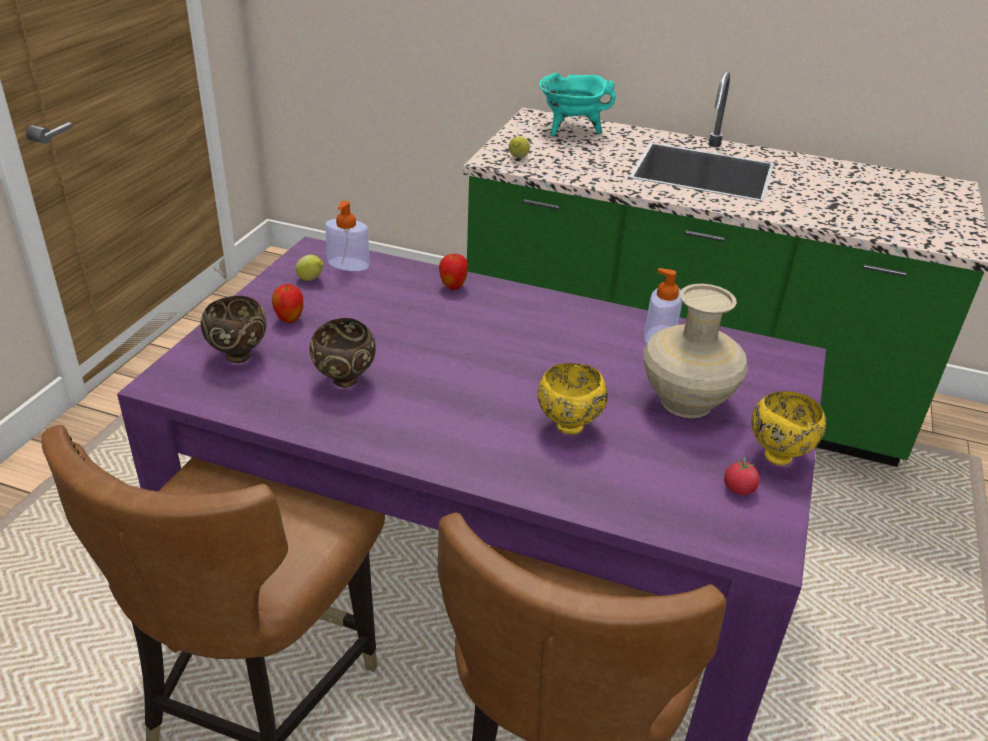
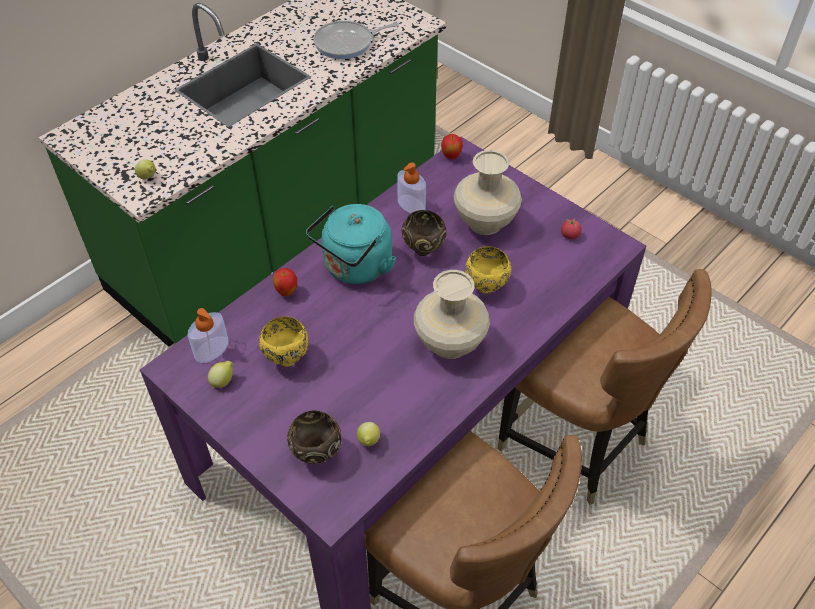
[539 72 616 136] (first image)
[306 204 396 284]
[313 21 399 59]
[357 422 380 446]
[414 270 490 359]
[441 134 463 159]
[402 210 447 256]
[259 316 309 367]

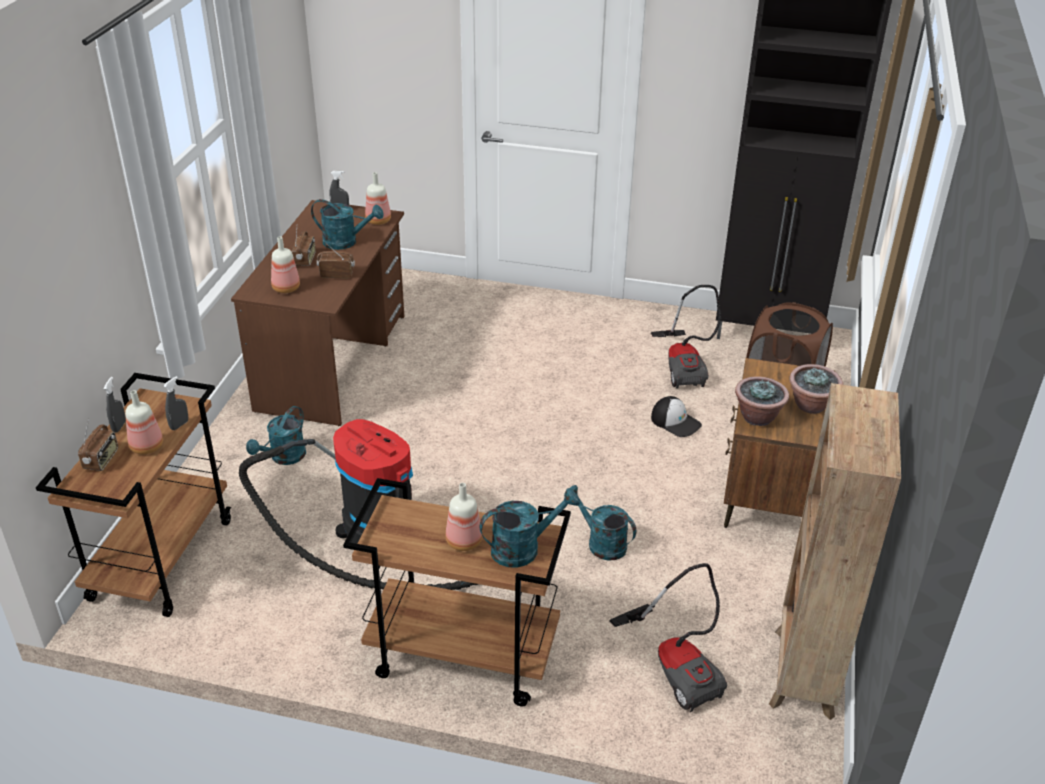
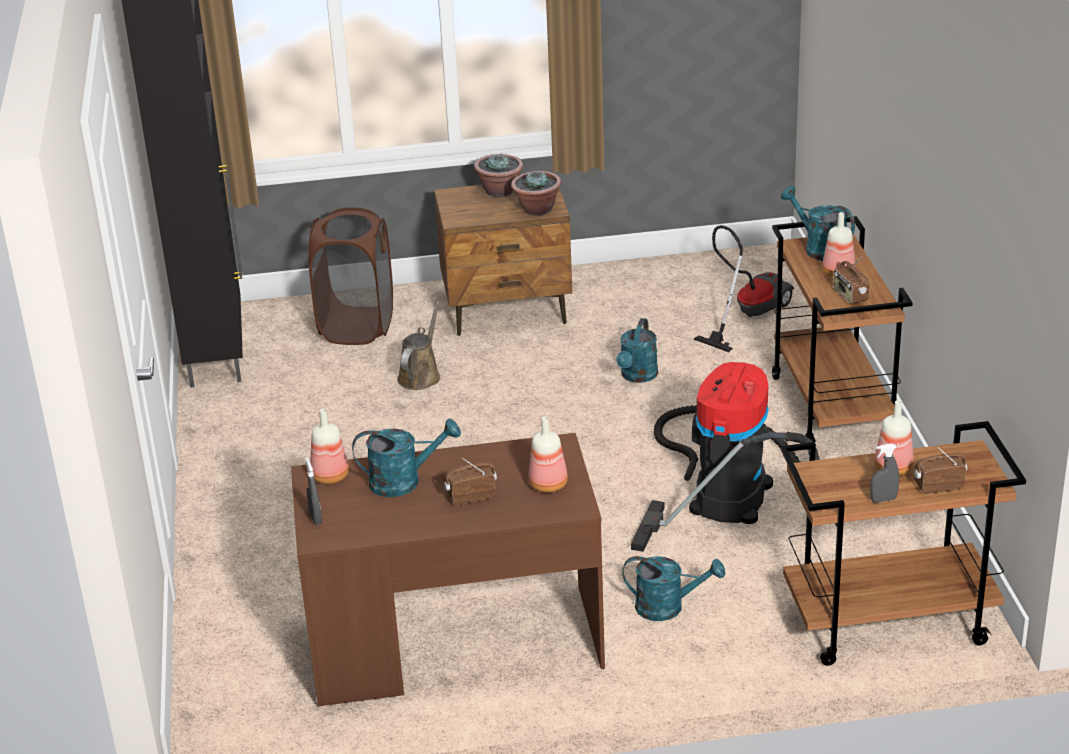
[164 376 188 430] (first image)
[651 285 721 389] (first image)
[769 383 901 720] (first image)
[833 257 870 304]
[397 301 441 390]
[352 418 461 497]

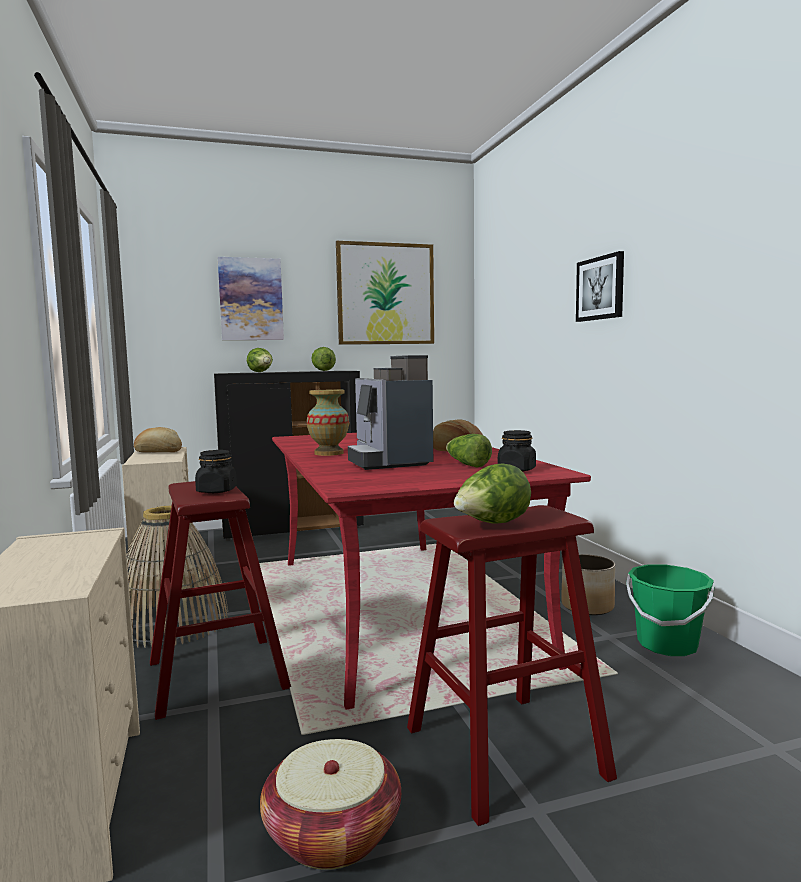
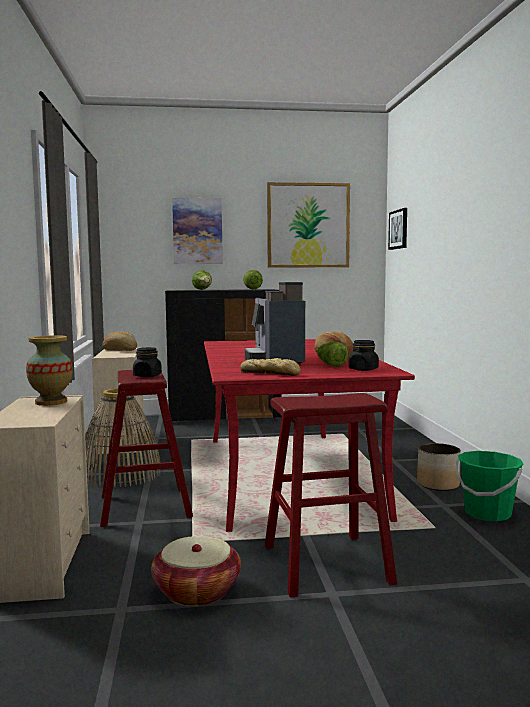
[454 464 531 524] (first image)
[240 358 301 376]
[26 335 73 406]
[388 208 407 250]

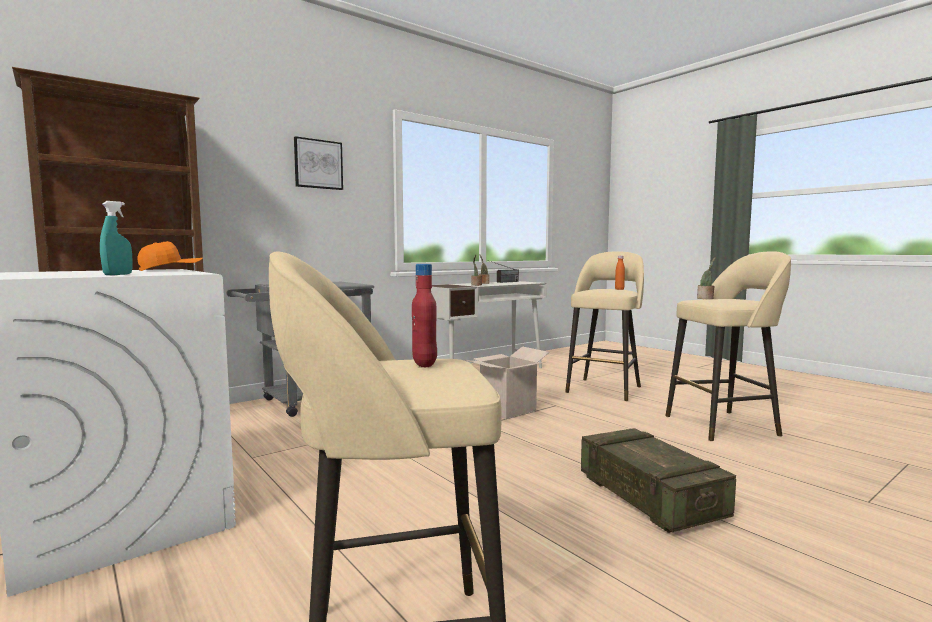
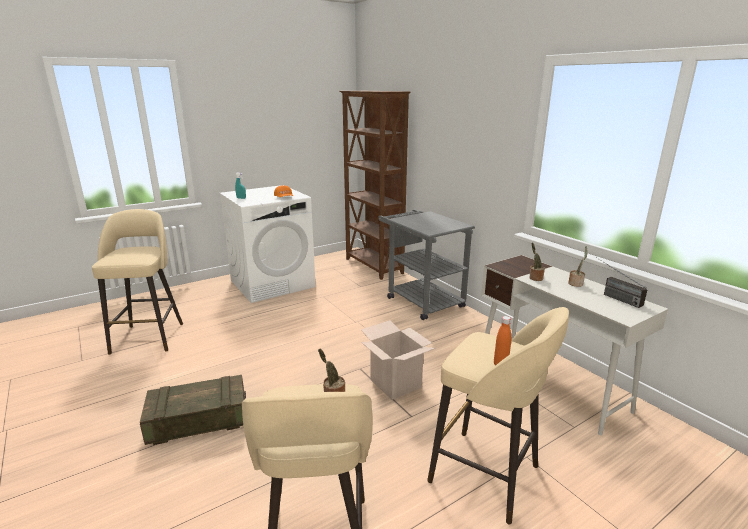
[294 136 343 190] (first image)
[412 264 437 367] (first image)

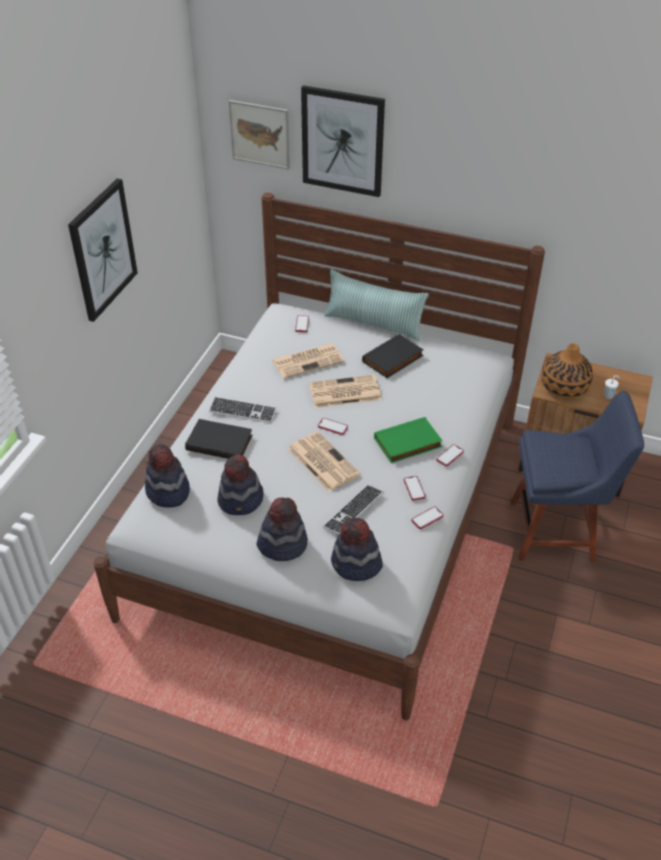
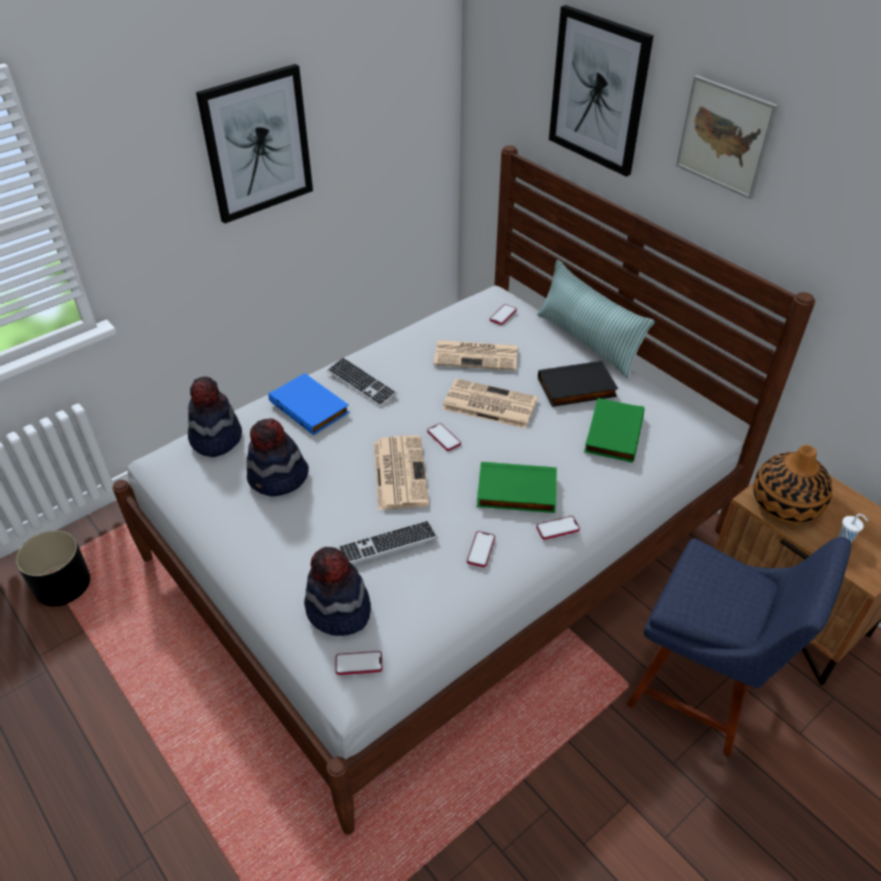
[256 497 308 561] (first image)
[16 530 90 607]
[584 398 644 463]
[676 75 778 199]
[335 651 383 675]
[268 373 350 435]

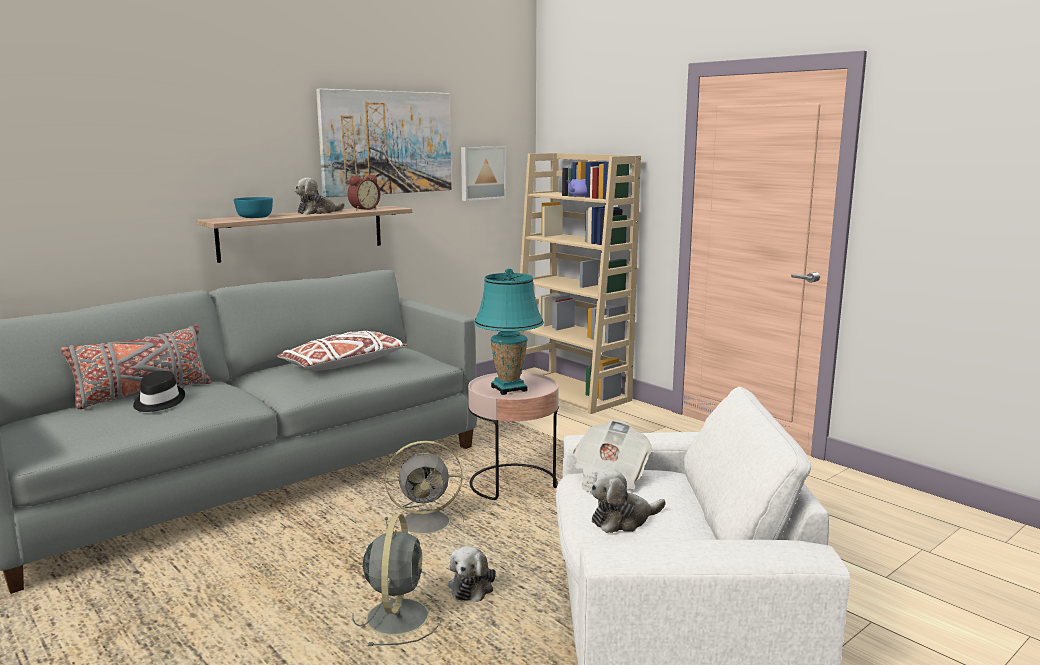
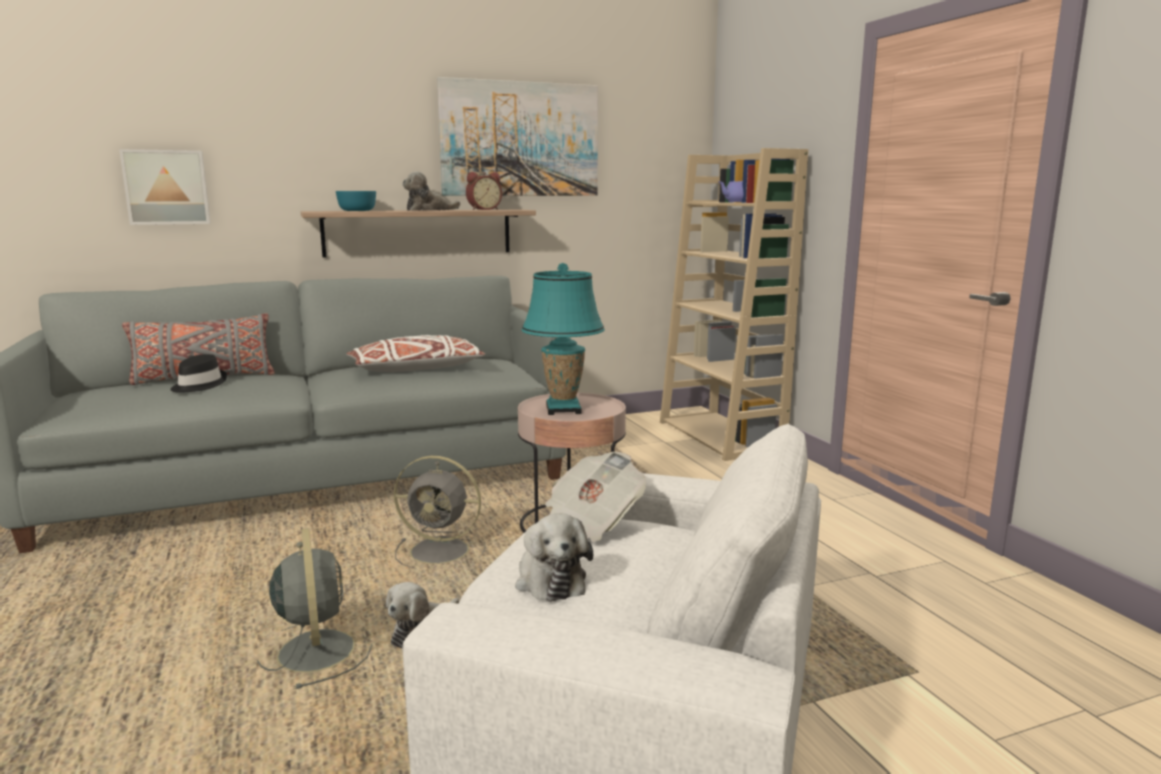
[119 149 211 225]
[257 528 372 689]
[515 514 593 602]

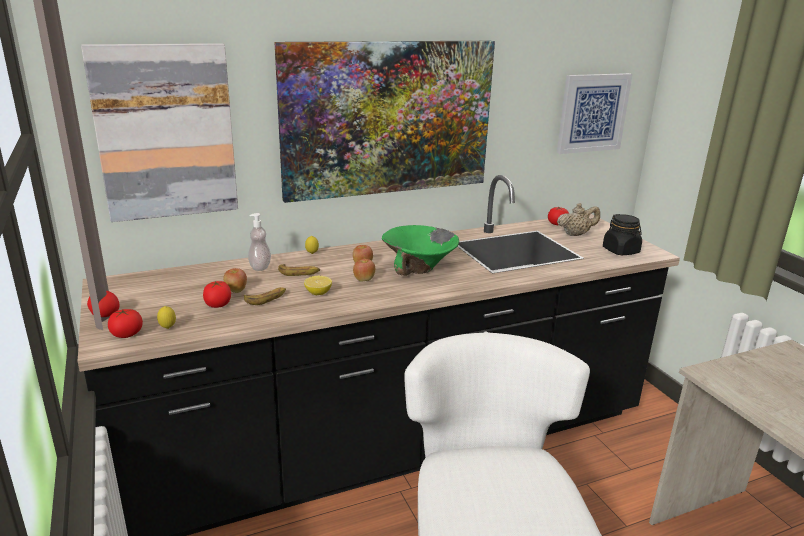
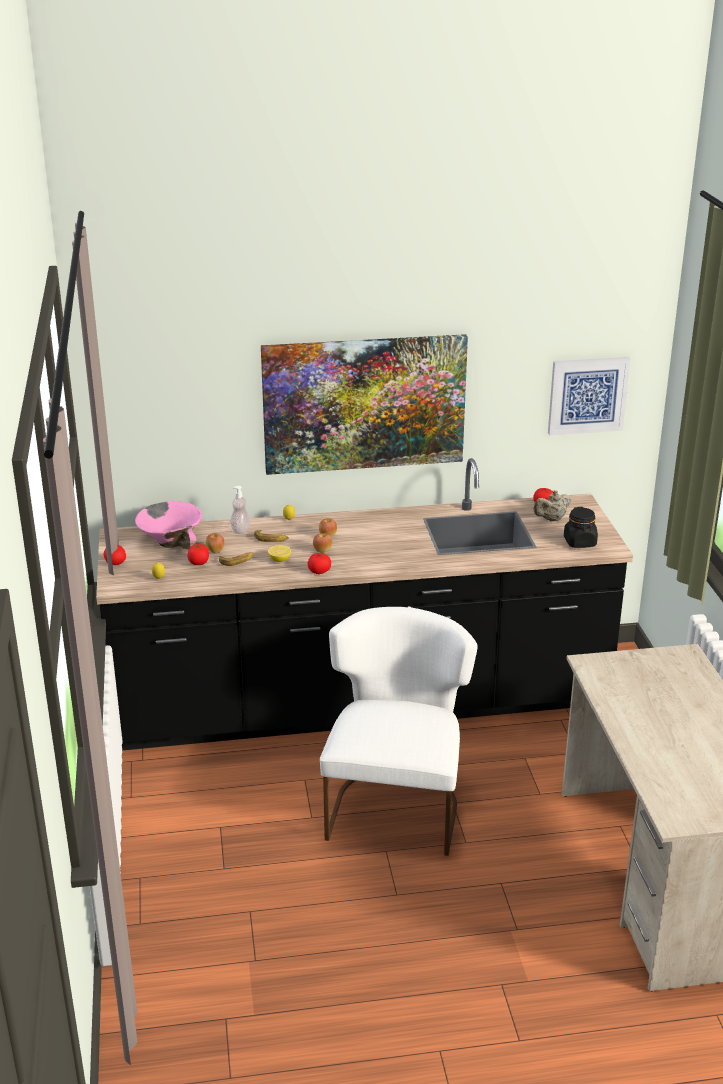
[81 43 238 222] (first image)
[382 225 459 276] (first image)
[135 501 202 549]
[308 553 331 574]
[533 490 572 521]

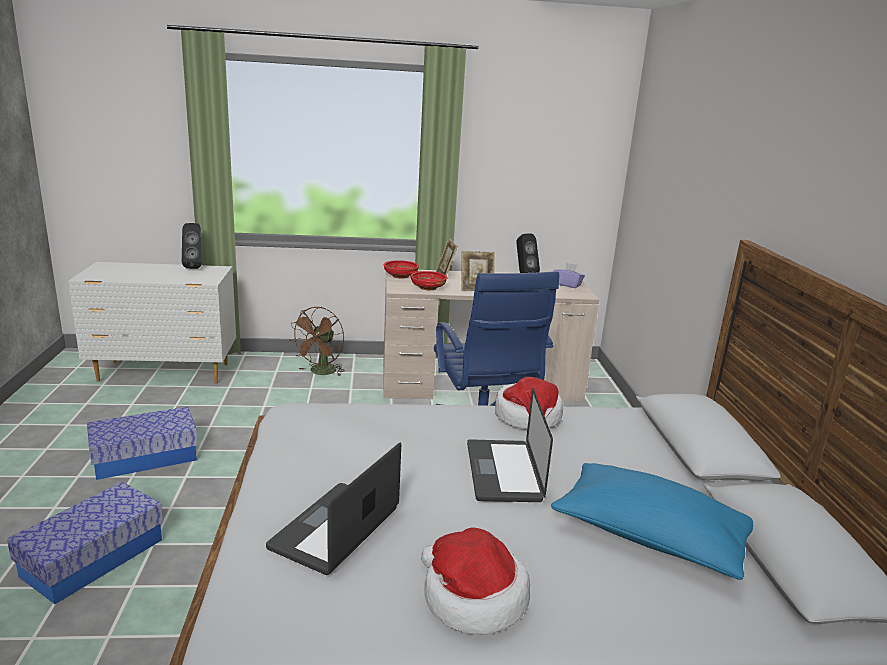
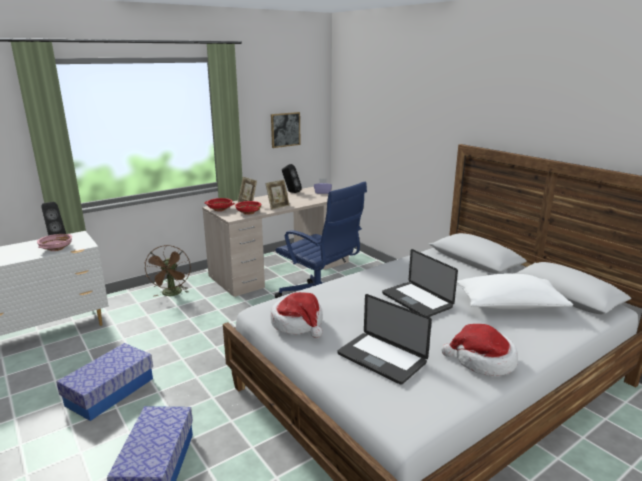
[37 234 72 251]
[271 112 301 148]
[271 292 323 338]
[457 274 573 310]
[338 294 432 385]

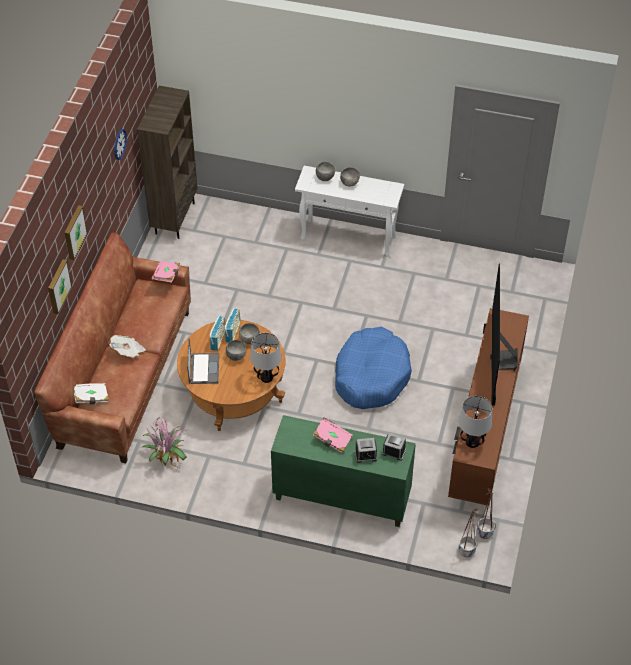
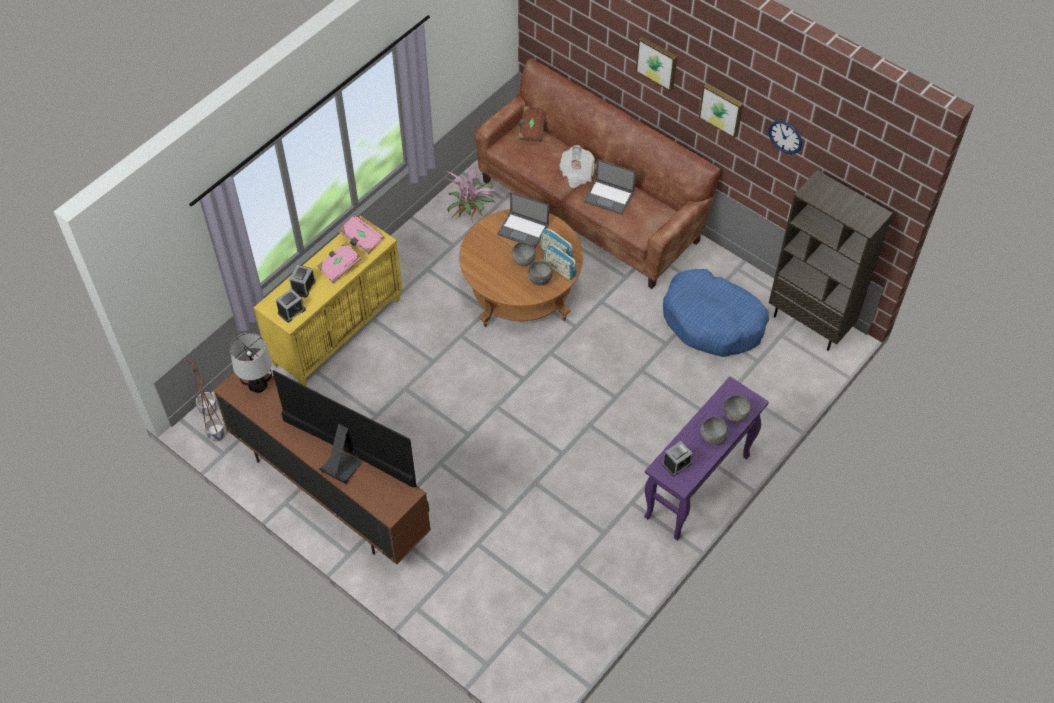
[250 333 282 383] (first image)
[584 159 636 215]
[662 441 693 476]
[699 83 743 138]
[339 214 384 255]
[663 269 769 357]
[518 106 546 142]
[253 216 403 386]
[644 377 769 540]

